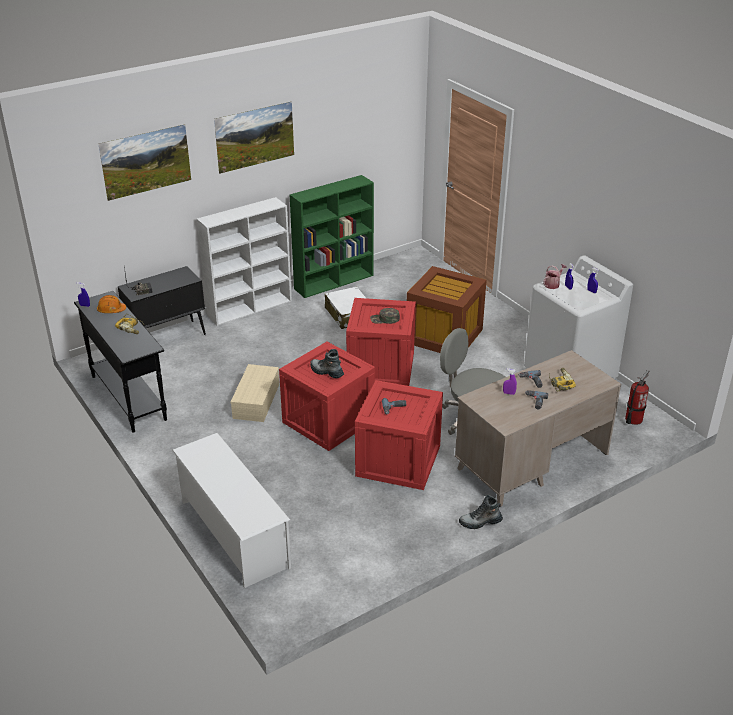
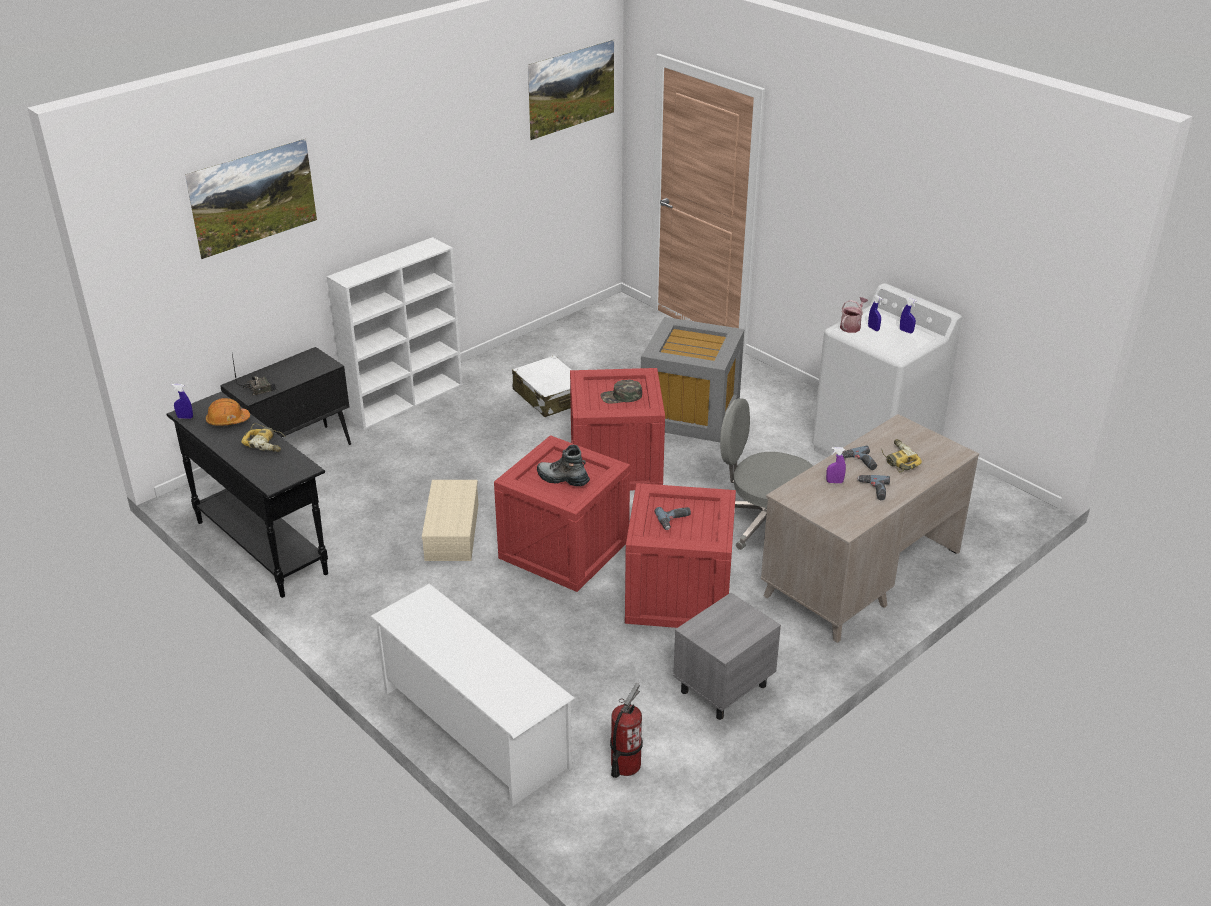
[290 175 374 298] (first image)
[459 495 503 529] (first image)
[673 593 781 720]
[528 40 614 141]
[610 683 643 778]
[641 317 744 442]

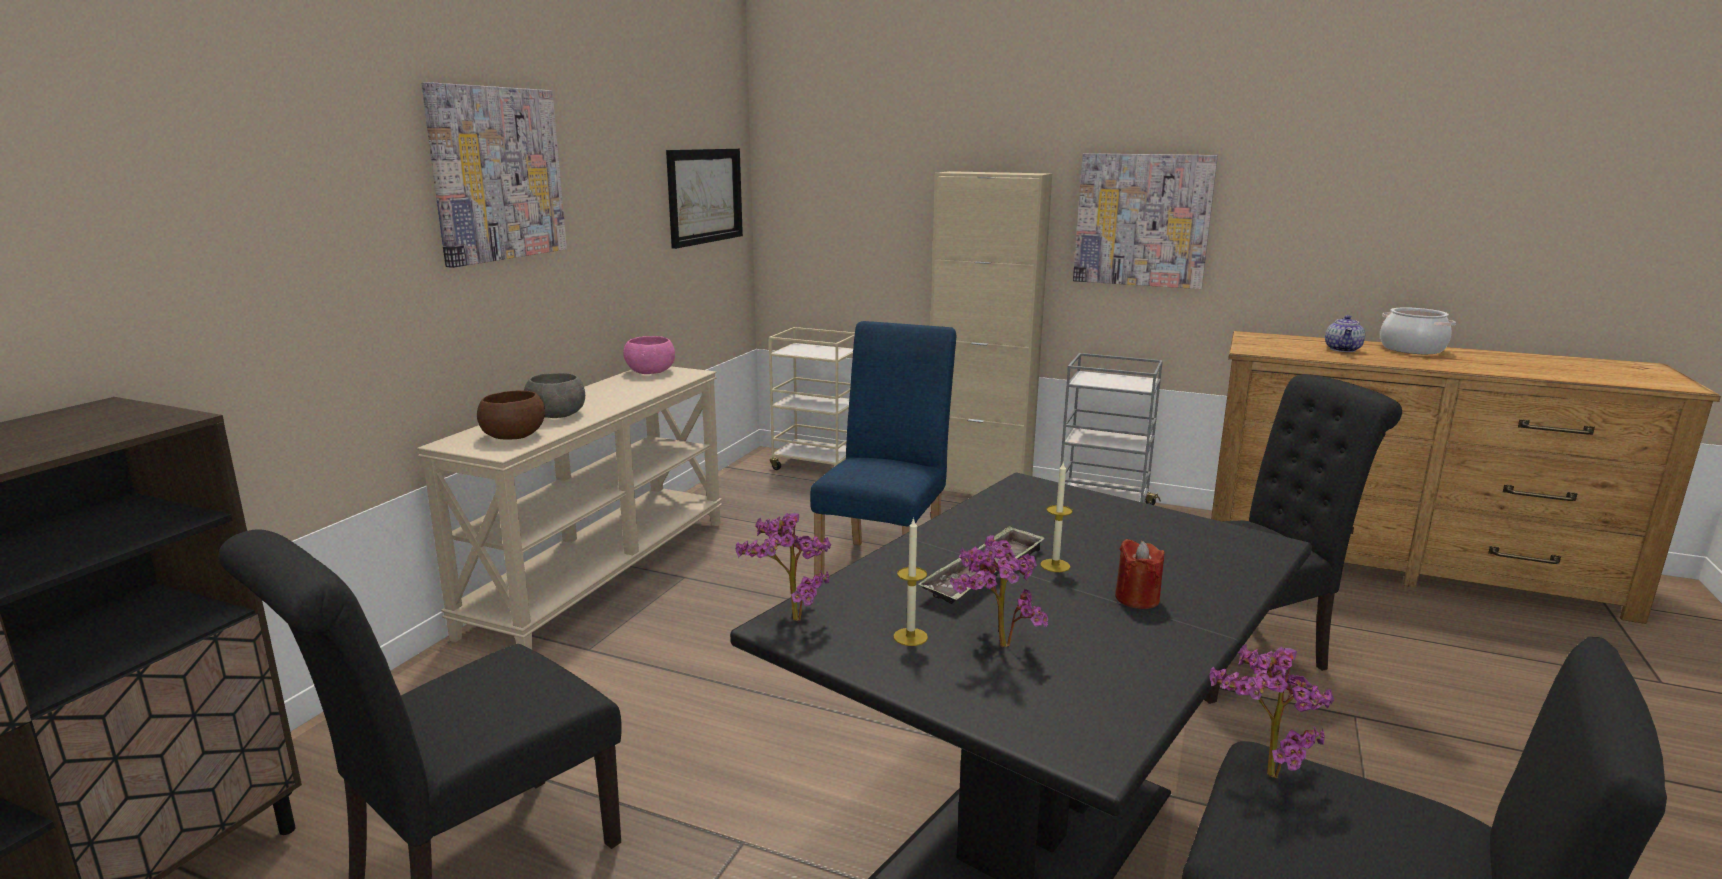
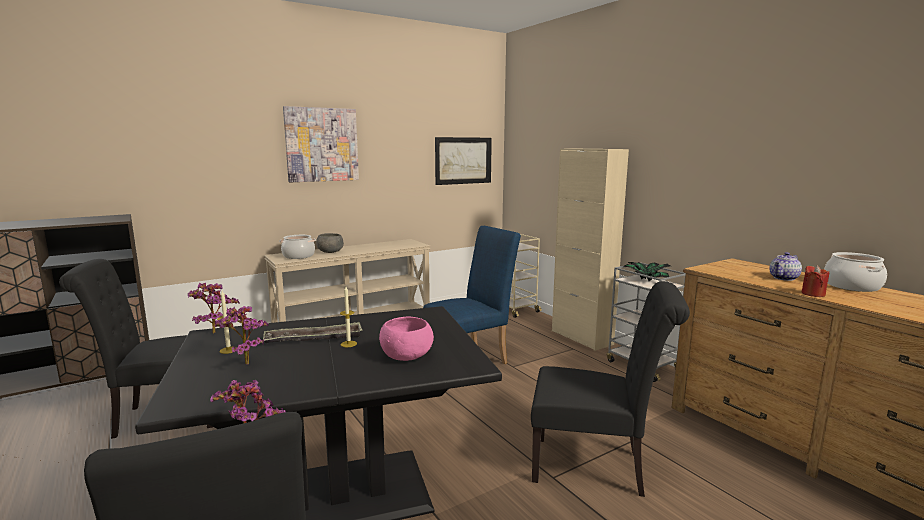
[1073 153 1218 289] (first image)
[624 262 670 281]
[379 317 434 361]
[802 265 829 297]
[279 235 316 259]

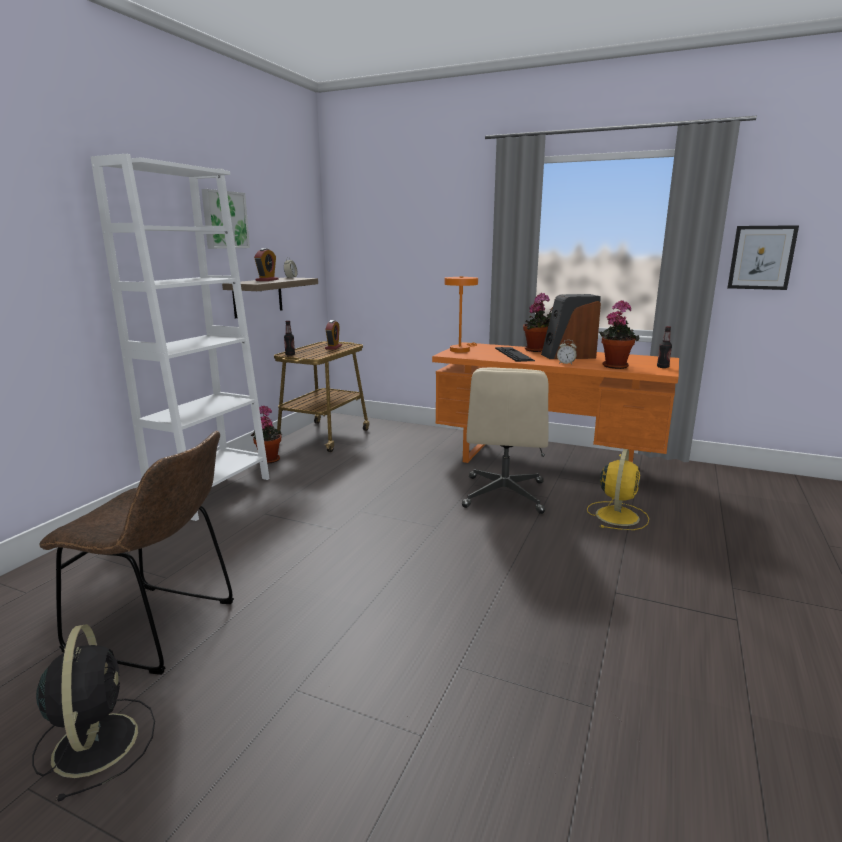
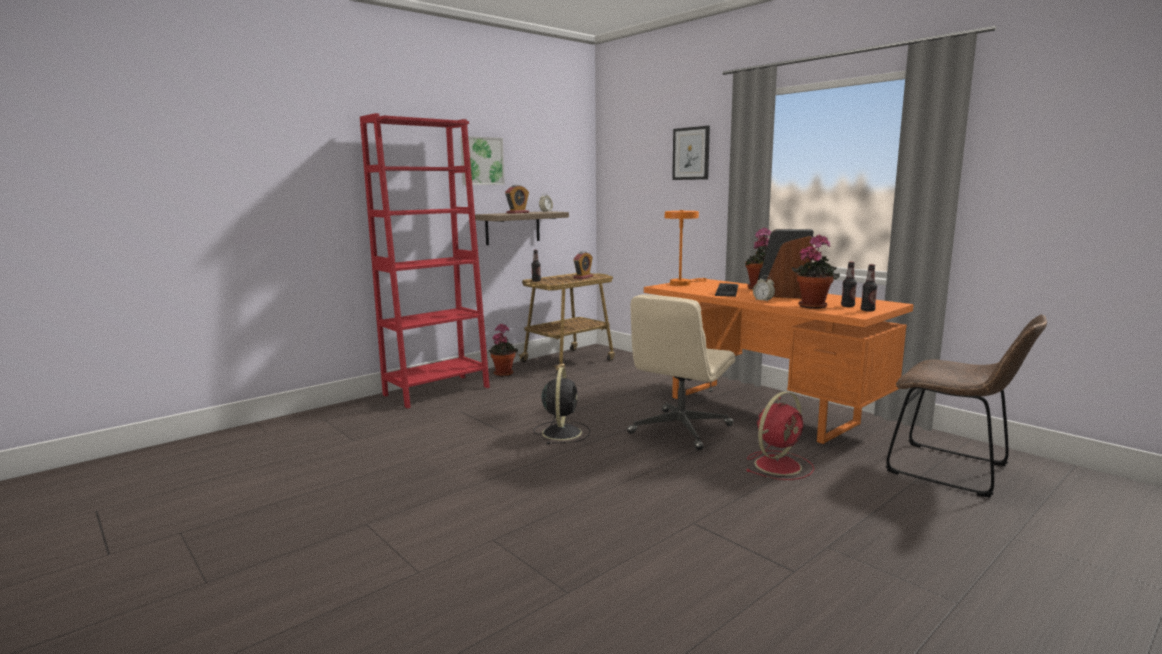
[841 262 857 307]
[534 367 590 444]
[886 314 1047 497]
[672 126 710 180]
[360 113 490 408]
[746 391 814 480]

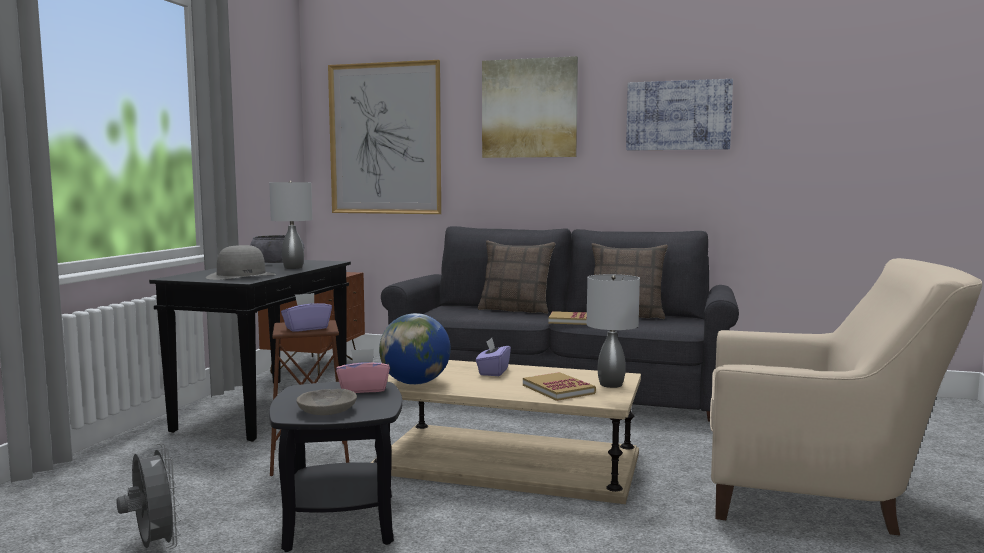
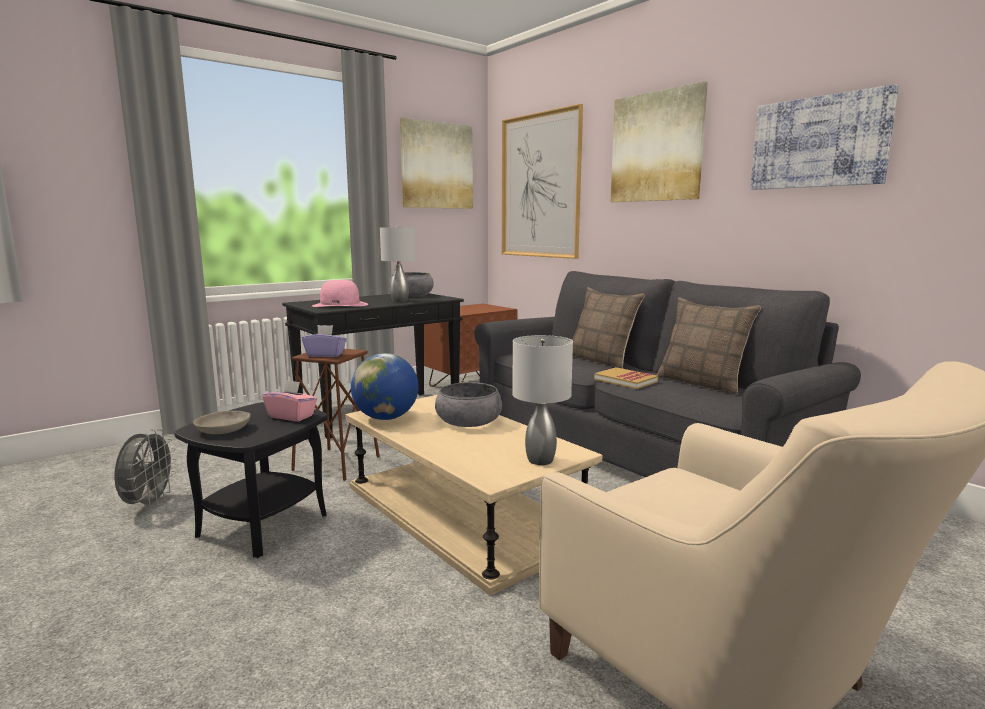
[523 372 596 401] (first image)
[400 118 473 209]
[435 382 502 427]
[312 280 368 307]

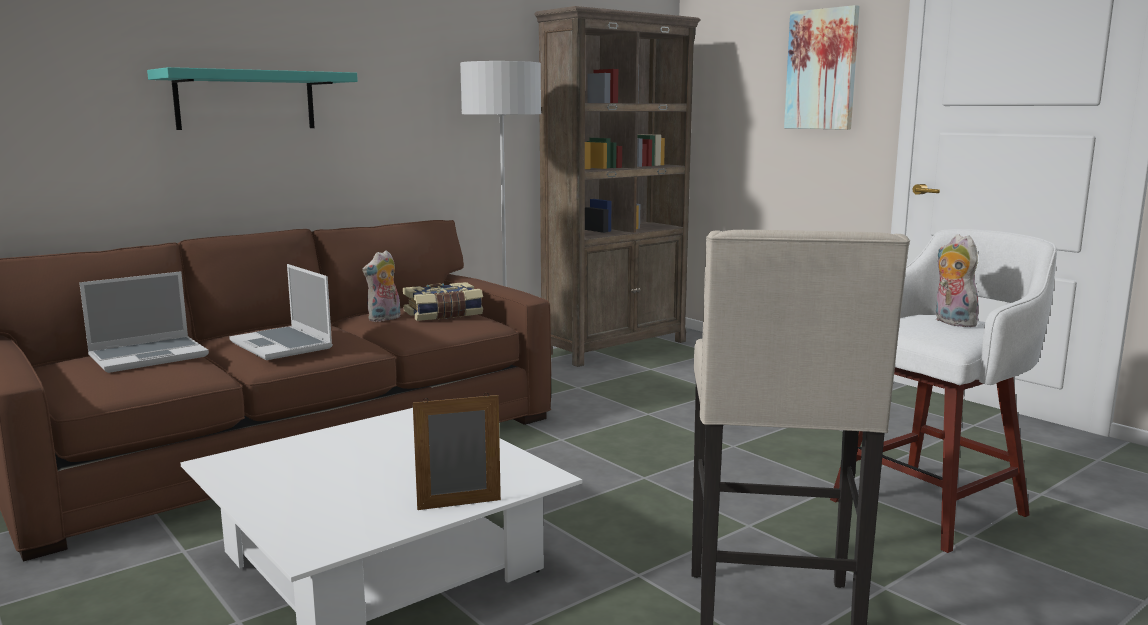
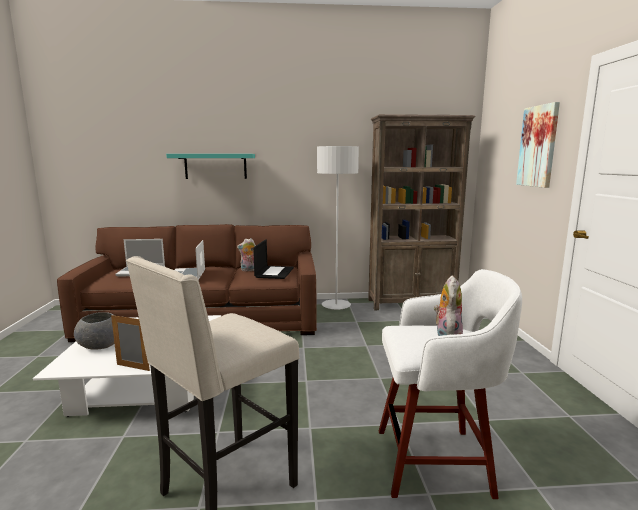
[74 312 115 350]
[253 239 294 279]

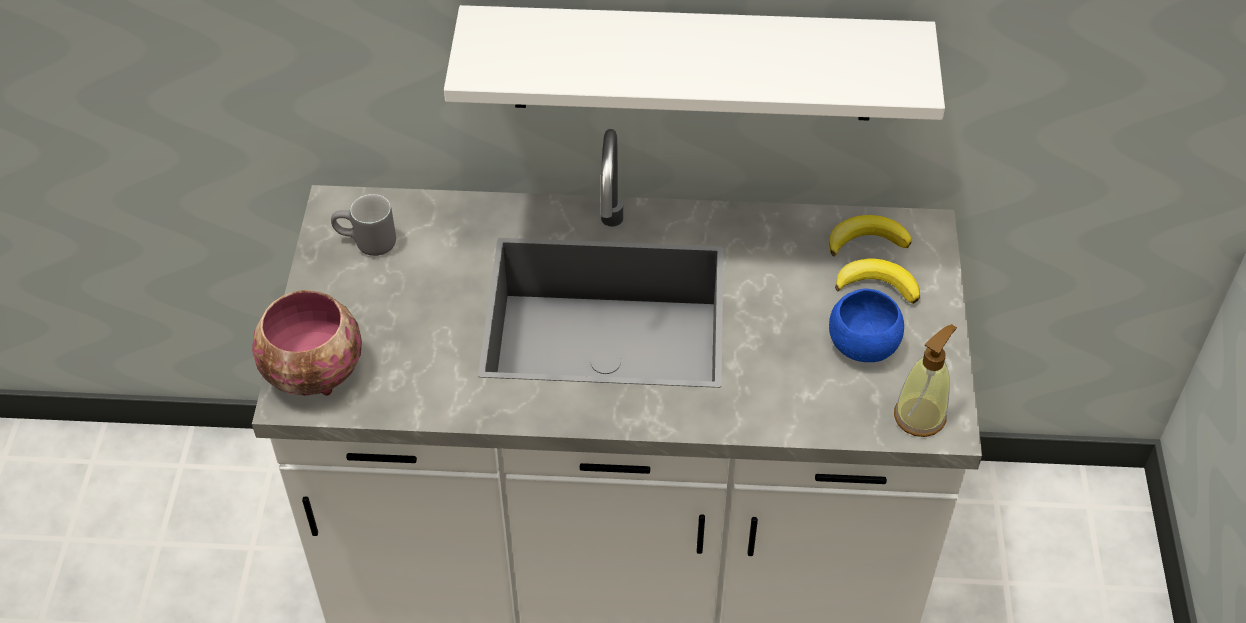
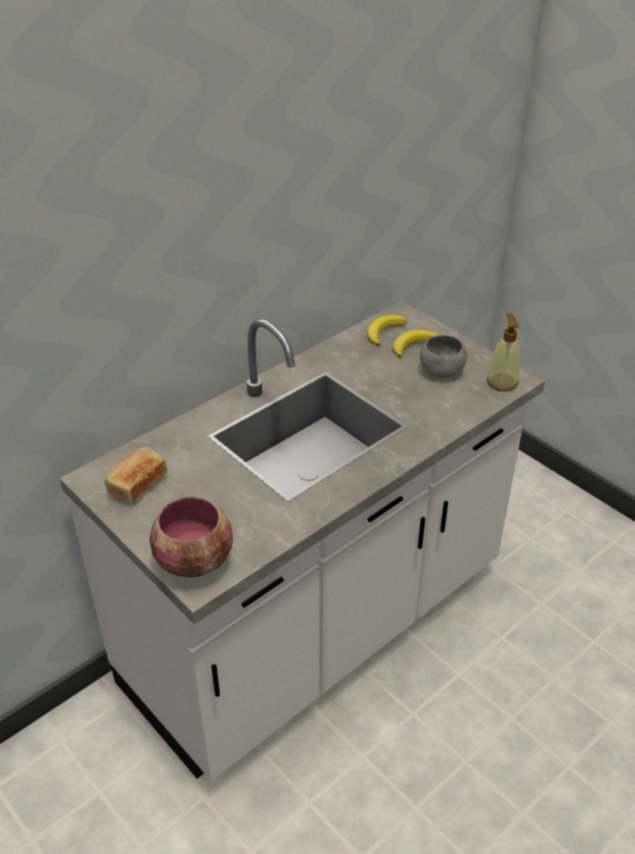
[444 5 945 121] (first image)
[105 447 167 503]
[420 335 467 378]

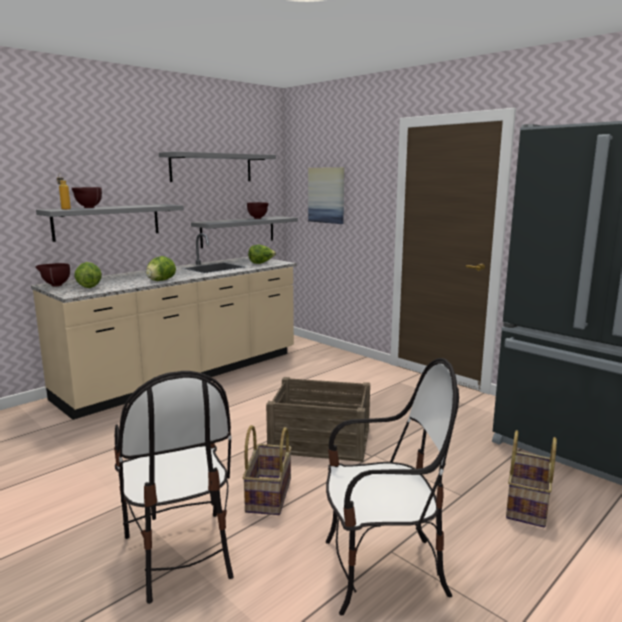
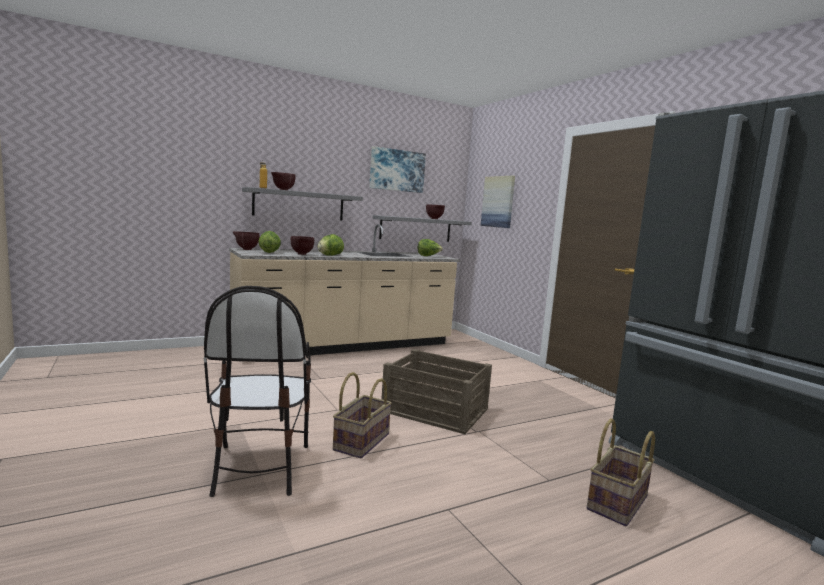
[326 358 459 616] (first image)
[291 236 314 255]
[369 146 426 193]

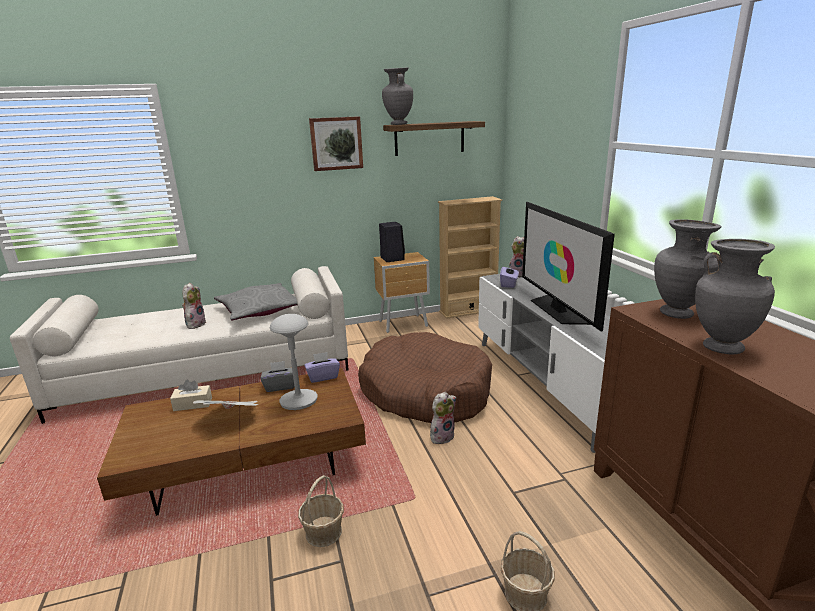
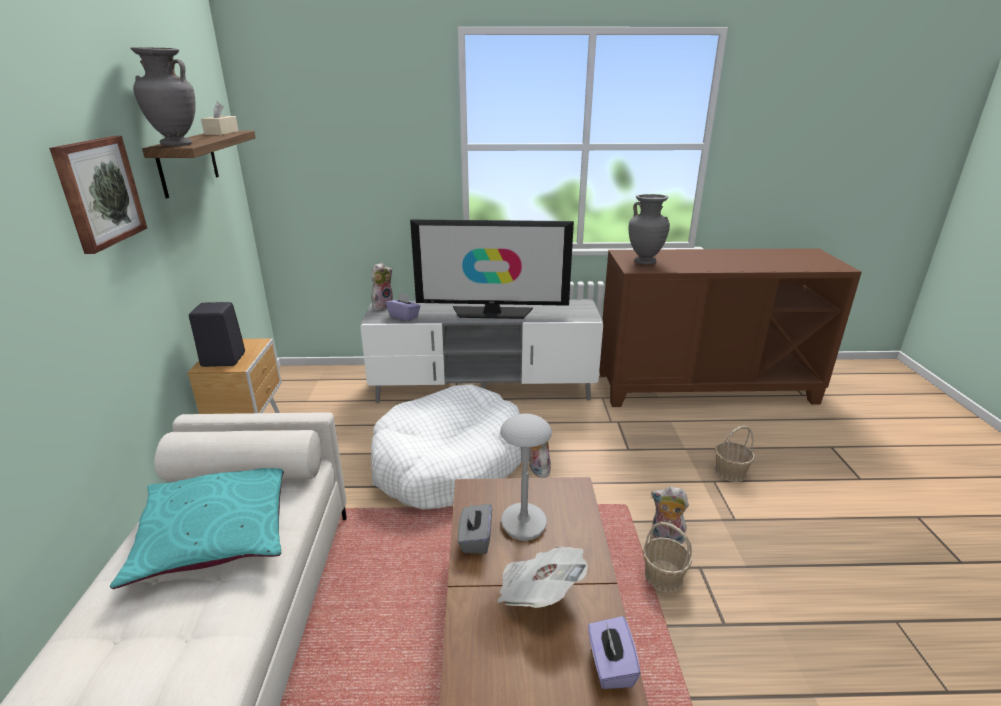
[438 196 502 319] (first image)
[695 239 775 355] (first image)
[201 102 239 135]
[651 486 689 544]
[588 616 641 689]
[110 468 284 589]
[371 384 521 510]

